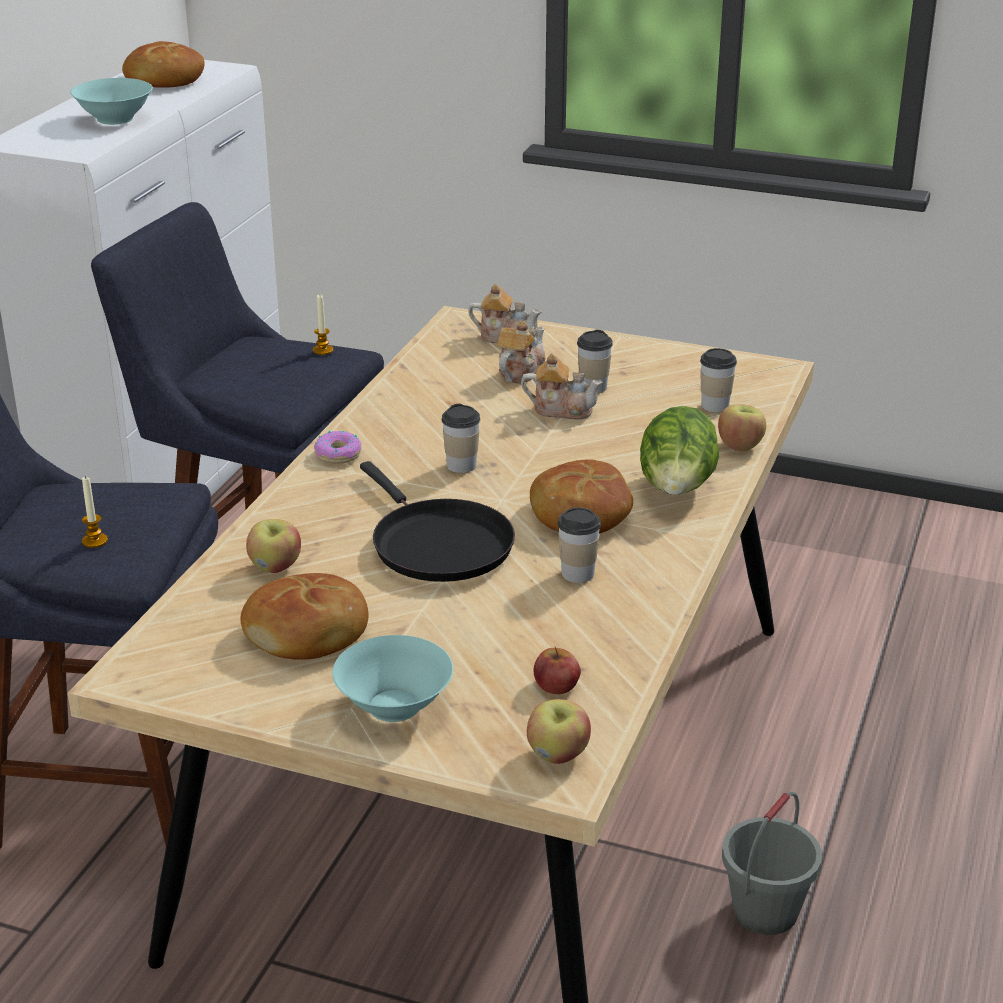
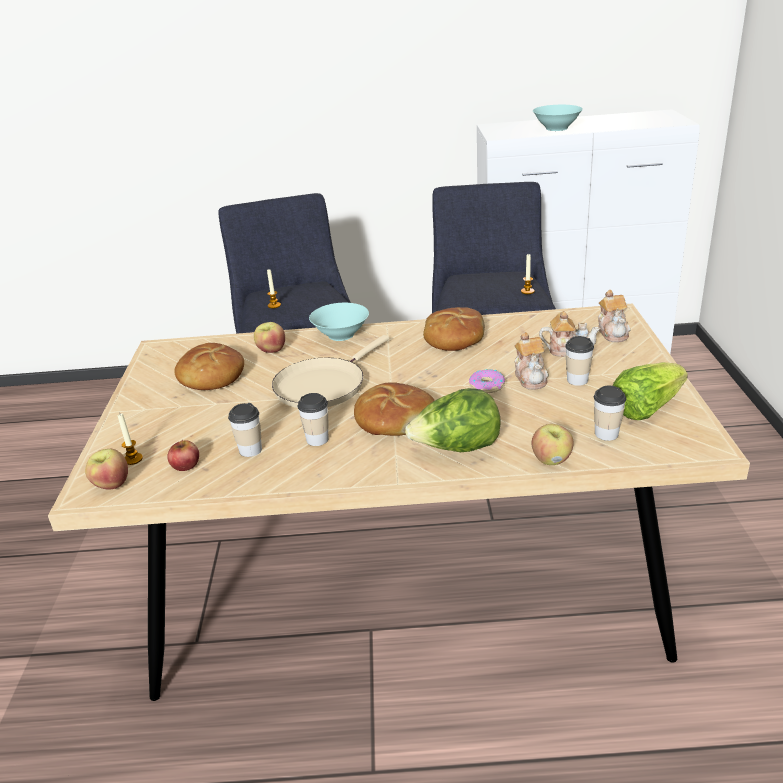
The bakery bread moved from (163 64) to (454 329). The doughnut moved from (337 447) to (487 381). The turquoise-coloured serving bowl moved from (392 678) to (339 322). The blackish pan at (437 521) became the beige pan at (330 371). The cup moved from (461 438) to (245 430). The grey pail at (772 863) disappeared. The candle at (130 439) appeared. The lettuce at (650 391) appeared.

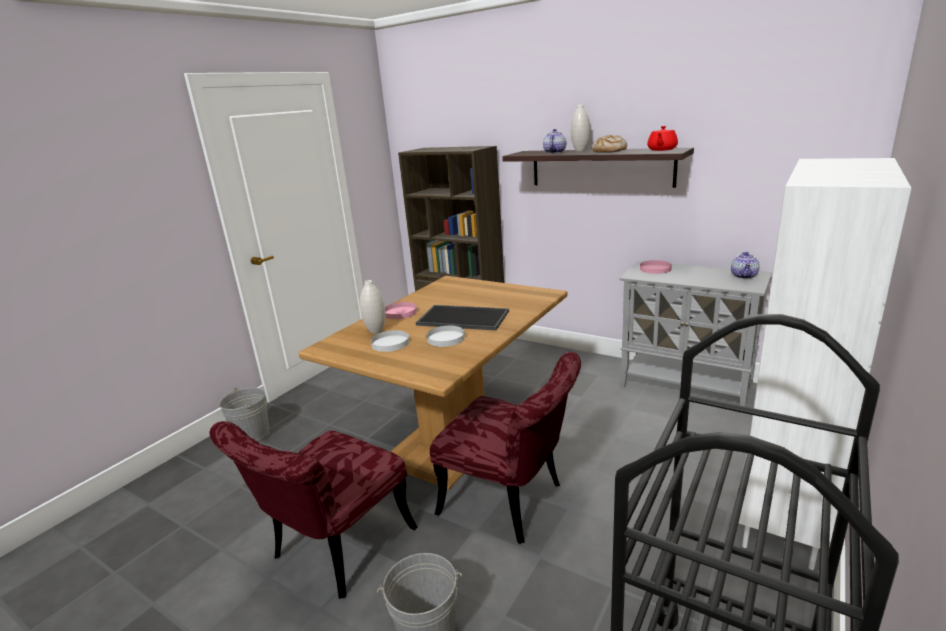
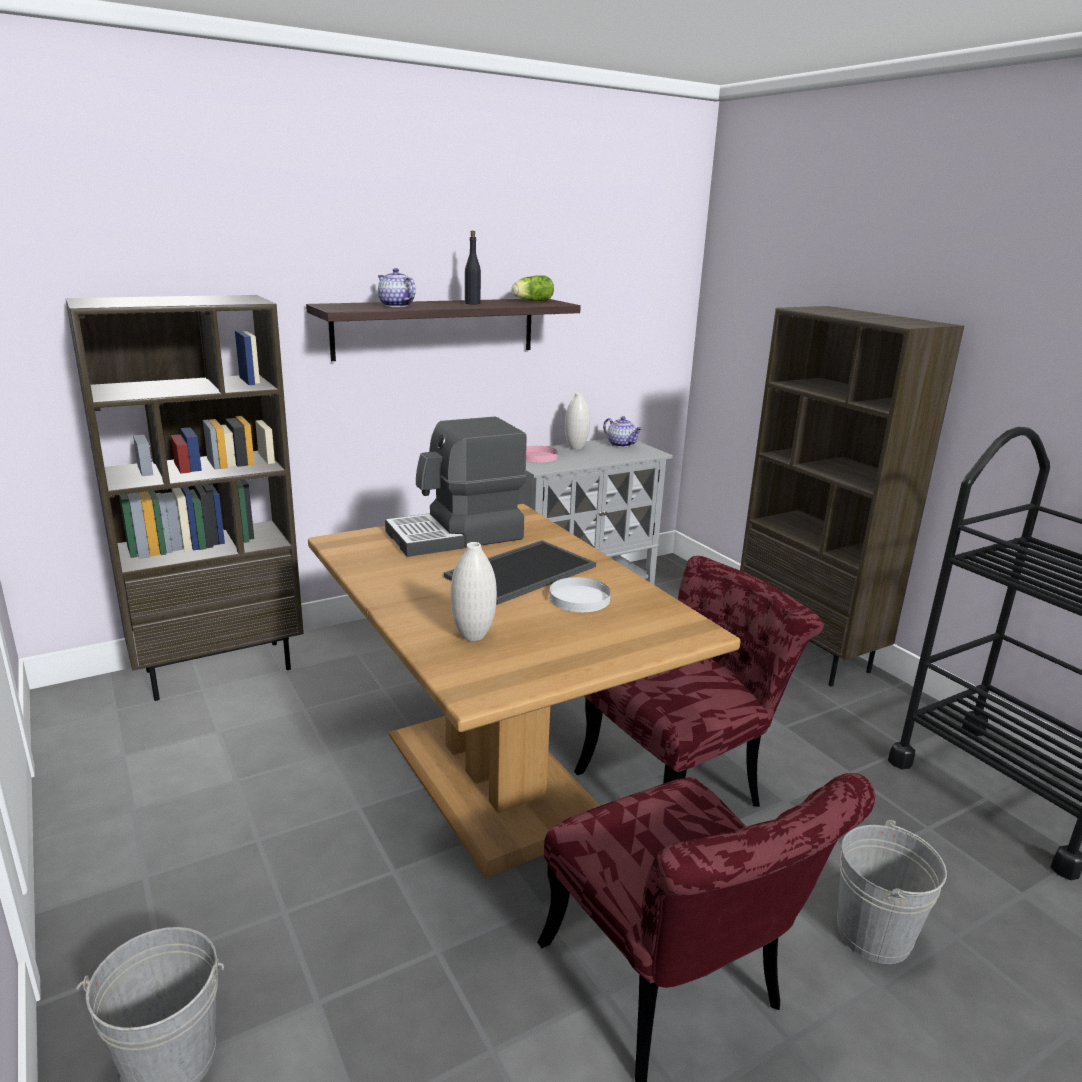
The white-coloured dinner plate at (390 341) disappeared. The pink dinner plate at (401 310) disappeared. The white-coloured flower vase moved from (581 128) to (577 421). The bakery bread at (609 143) was replaced by the blackish drink bottle at (473 267). The reddish pot for tea at (662 138) was replaced by the lettuce at (532 288). The white-coloured shelving unit at (825 364) became the brown shelving unit at (852 496). The coffee machine at (456 487) appeared.

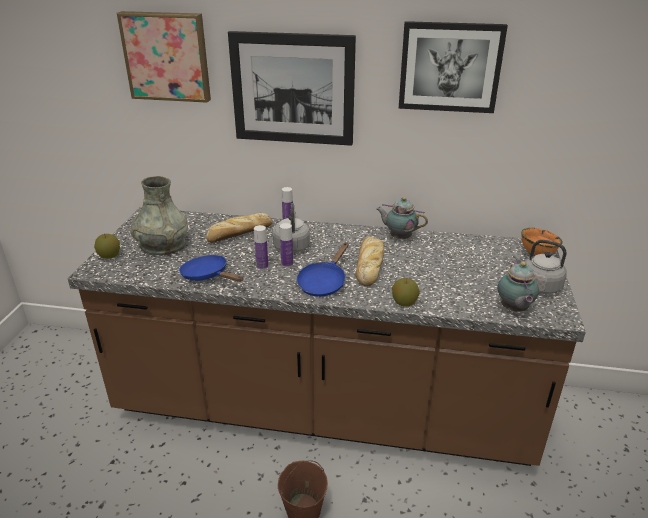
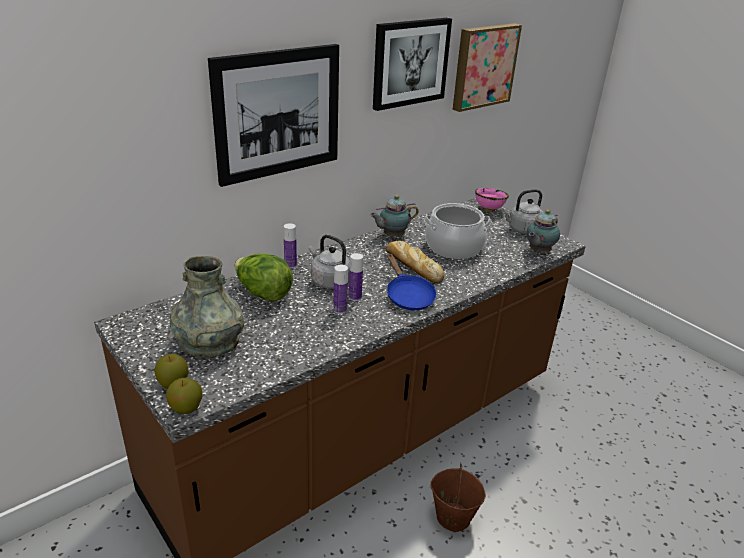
The picture moved from (164 57) to (487 67). The blue pan at (211 268) disappeared. The bakery bread at (239 228) was replaced by the lettuce at (263 277). The apple moved from (406 292) to (184 396). The pot for tea at (518 286) turned 90 degrees clockwise. The orangey serving bowl at (541 242) became the pink serving bowl at (492 200). The saucepot at (458 231) appeared.

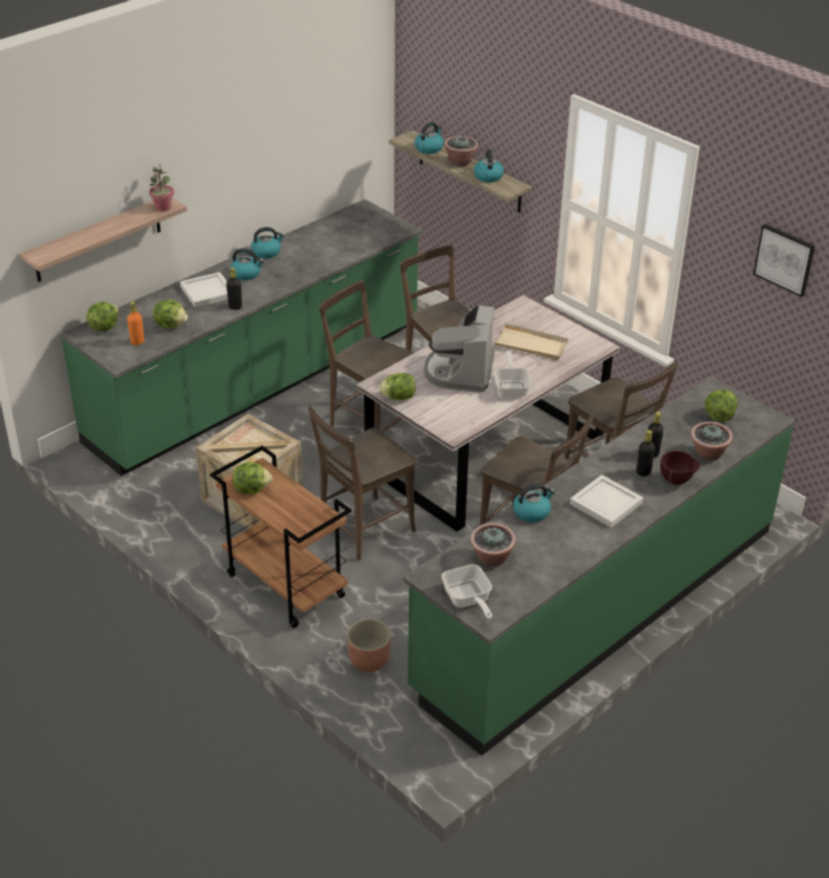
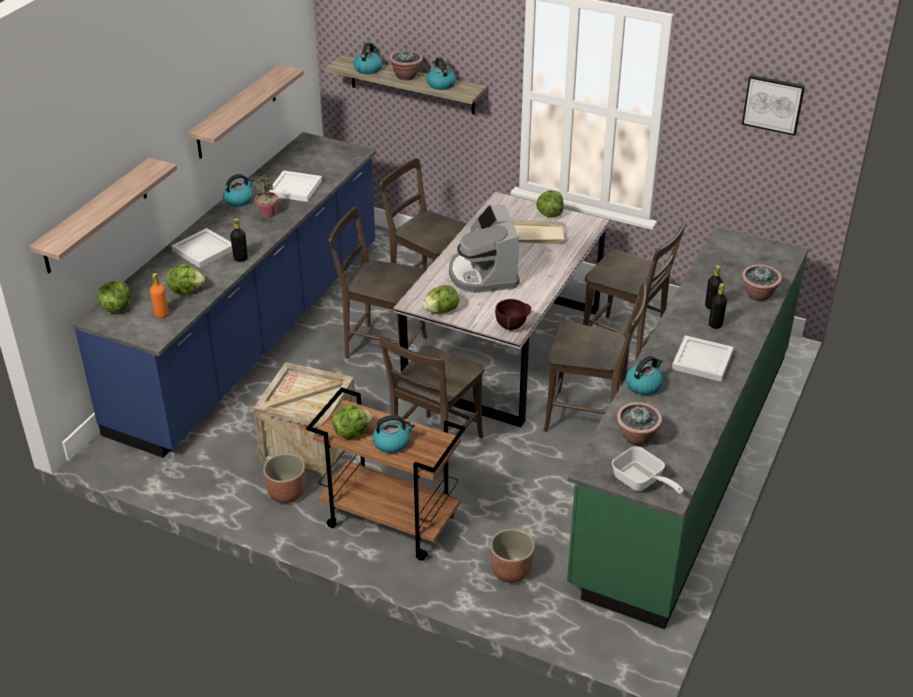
The green-coloured kitchen counter at (241 337) became the blue kitchen counter at (224 295). The potted plant moved from (161 187) to (267 195). The water kettle moved from (247 264) to (393 434). The pan at (512 373) disappeared. The brown serving bowl moved from (680 468) to (513 314). The lettuce moved from (721 406) to (550 204). The shelf at (245 111) appeared. The flower pot at (284 479) appeared. The white-coloured tray at (295 186) appeared.

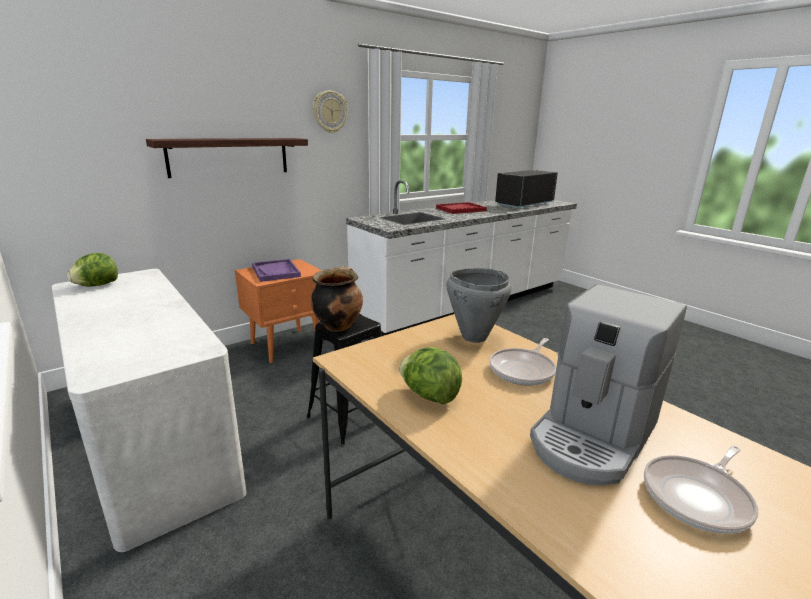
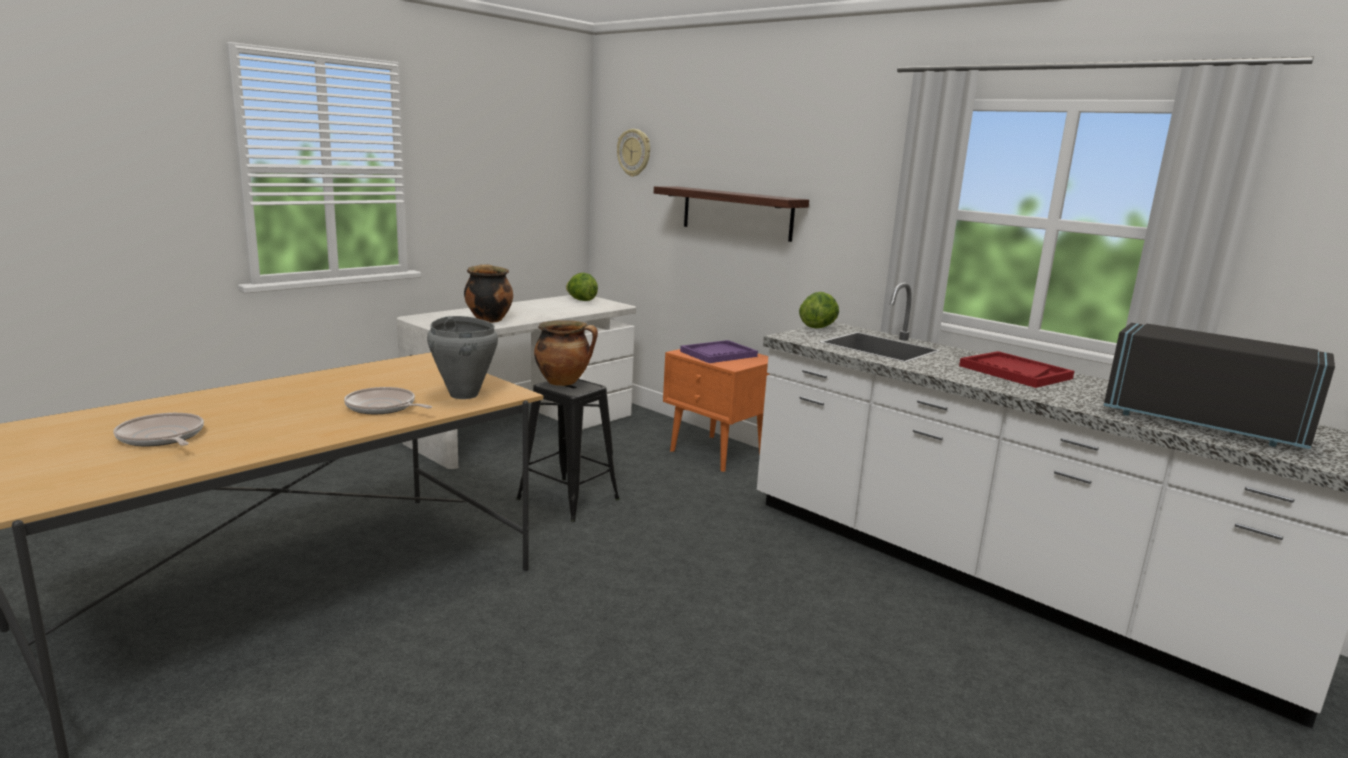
The wall clock moved from (330 112) to (633 153). The lettuce moved from (430 375) to (819 310). The coffee machine at (608 384) disappeared. The saucepot at (488 293) appeared.

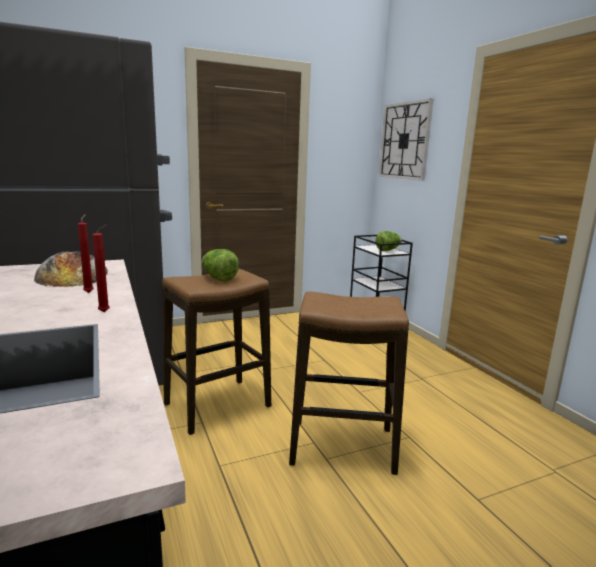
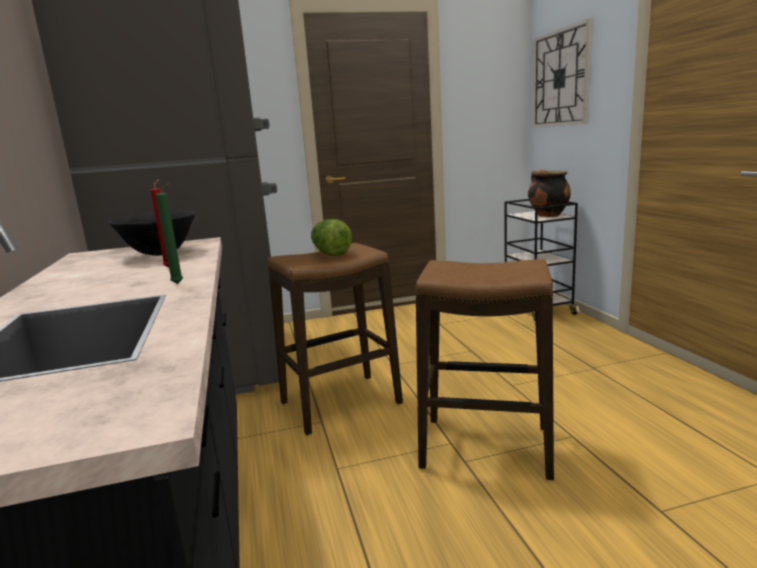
The bakery bread at (71 269) was replaced by the blackish serving bowl at (152 233). The reddish candle at (101 268) became the green-coloured candle at (169 233). The lettuce at (388 241) was replaced by the saucepot at (549 193).

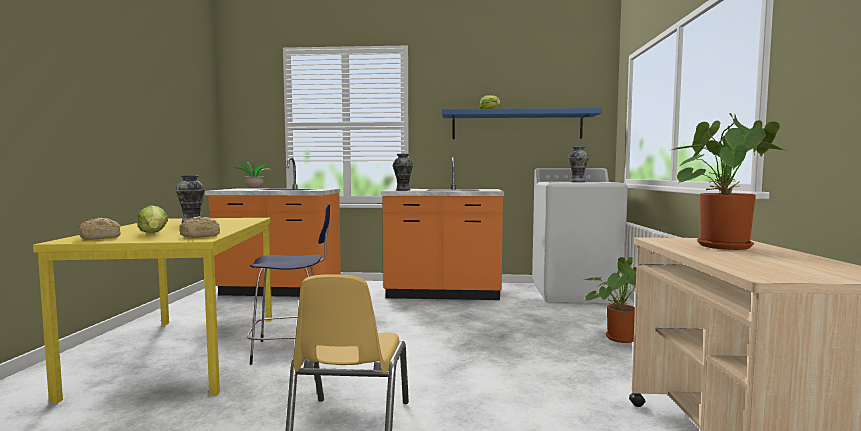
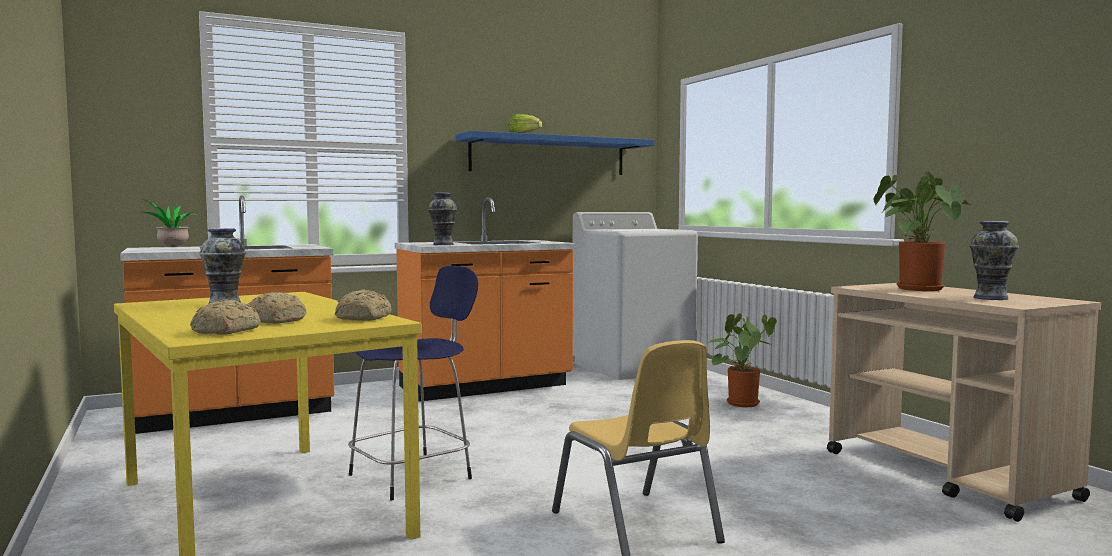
The lettuce at (152 219) was replaced by the bakery bread at (277 308). The flower vase moved from (578 164) to (994 260).

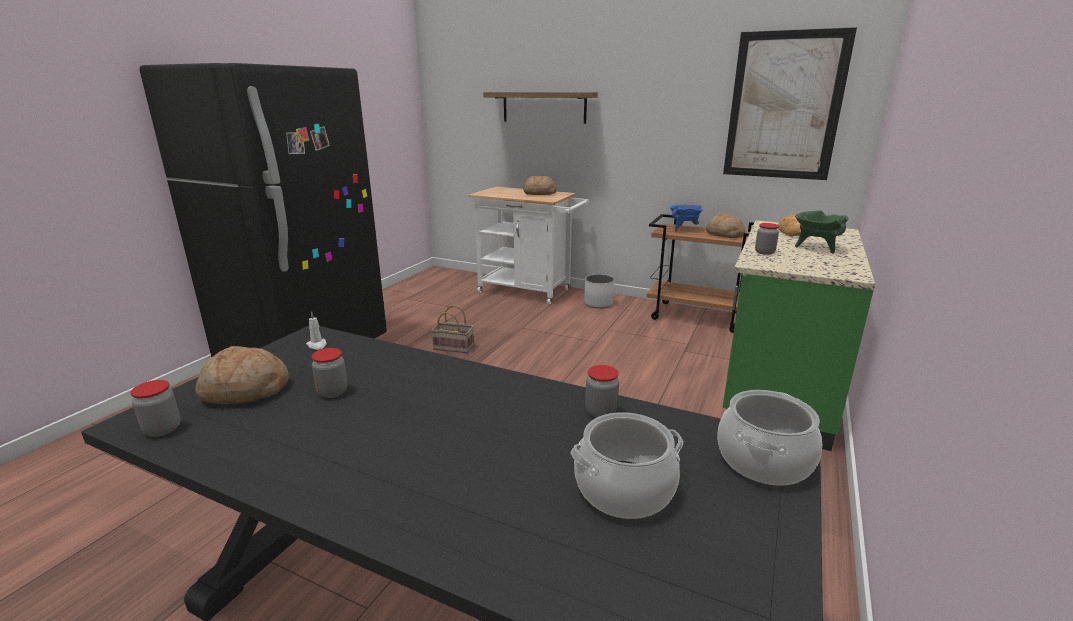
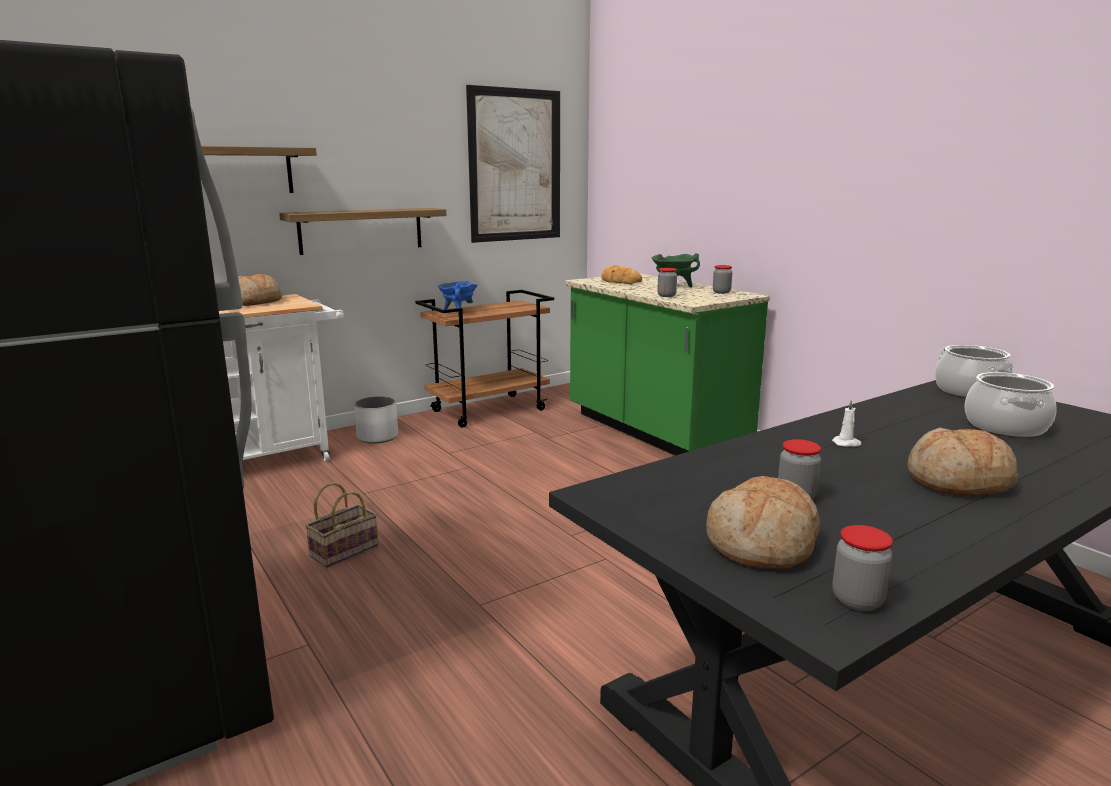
The white-coloured candle moved from (316 330) to (846 423). The preserve jar moved from (602 391) to (722 279). The bakery bread moved from (725 226) to (962 461). The shelf at (362 231) appeared.

